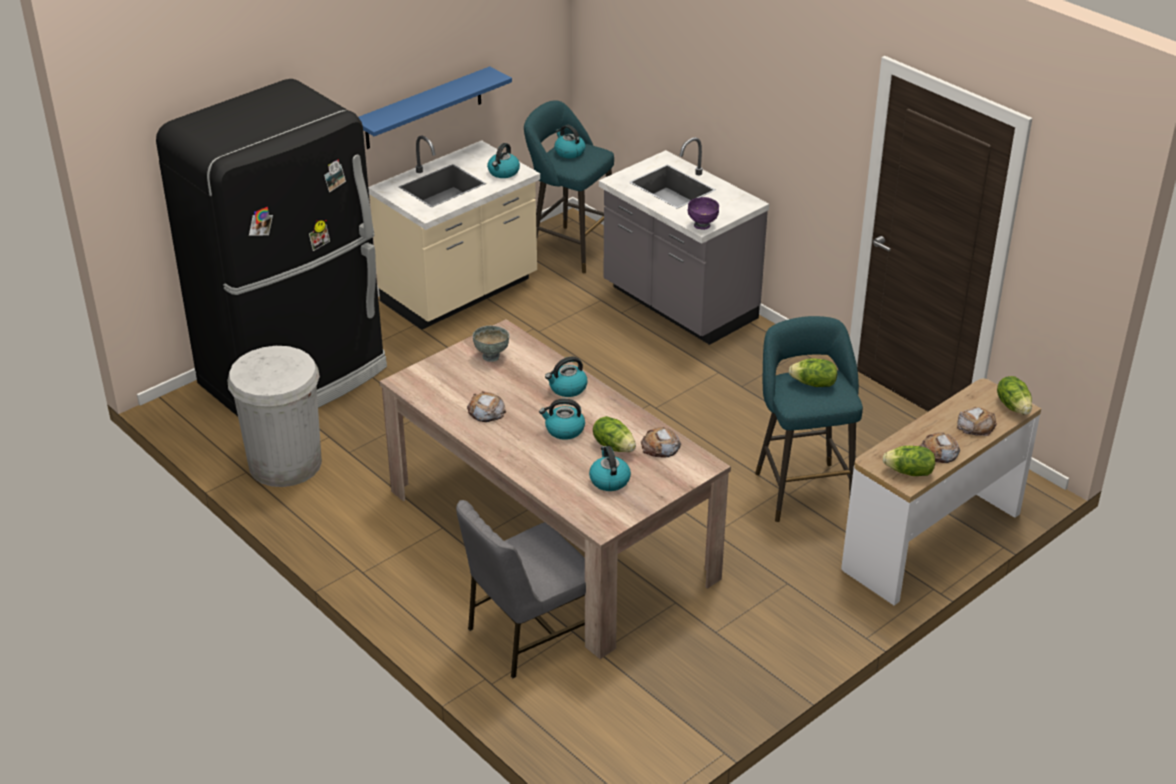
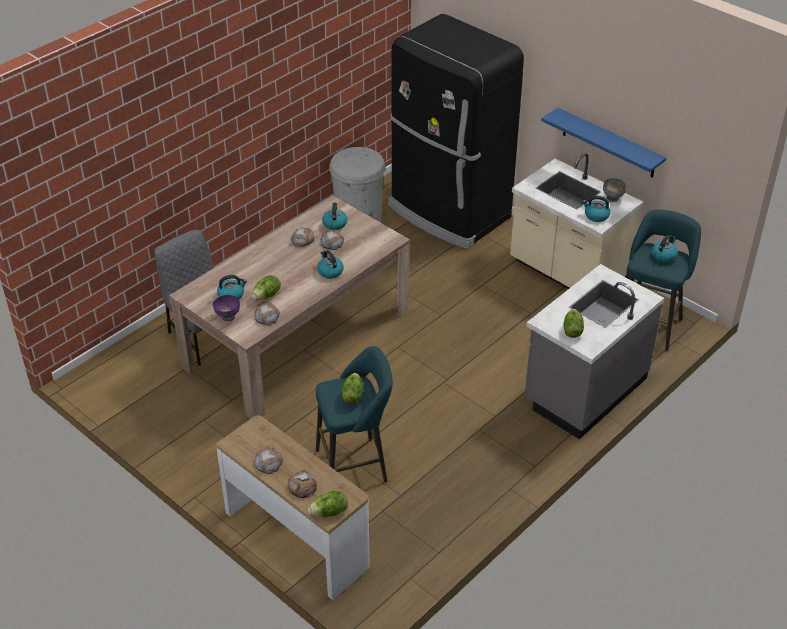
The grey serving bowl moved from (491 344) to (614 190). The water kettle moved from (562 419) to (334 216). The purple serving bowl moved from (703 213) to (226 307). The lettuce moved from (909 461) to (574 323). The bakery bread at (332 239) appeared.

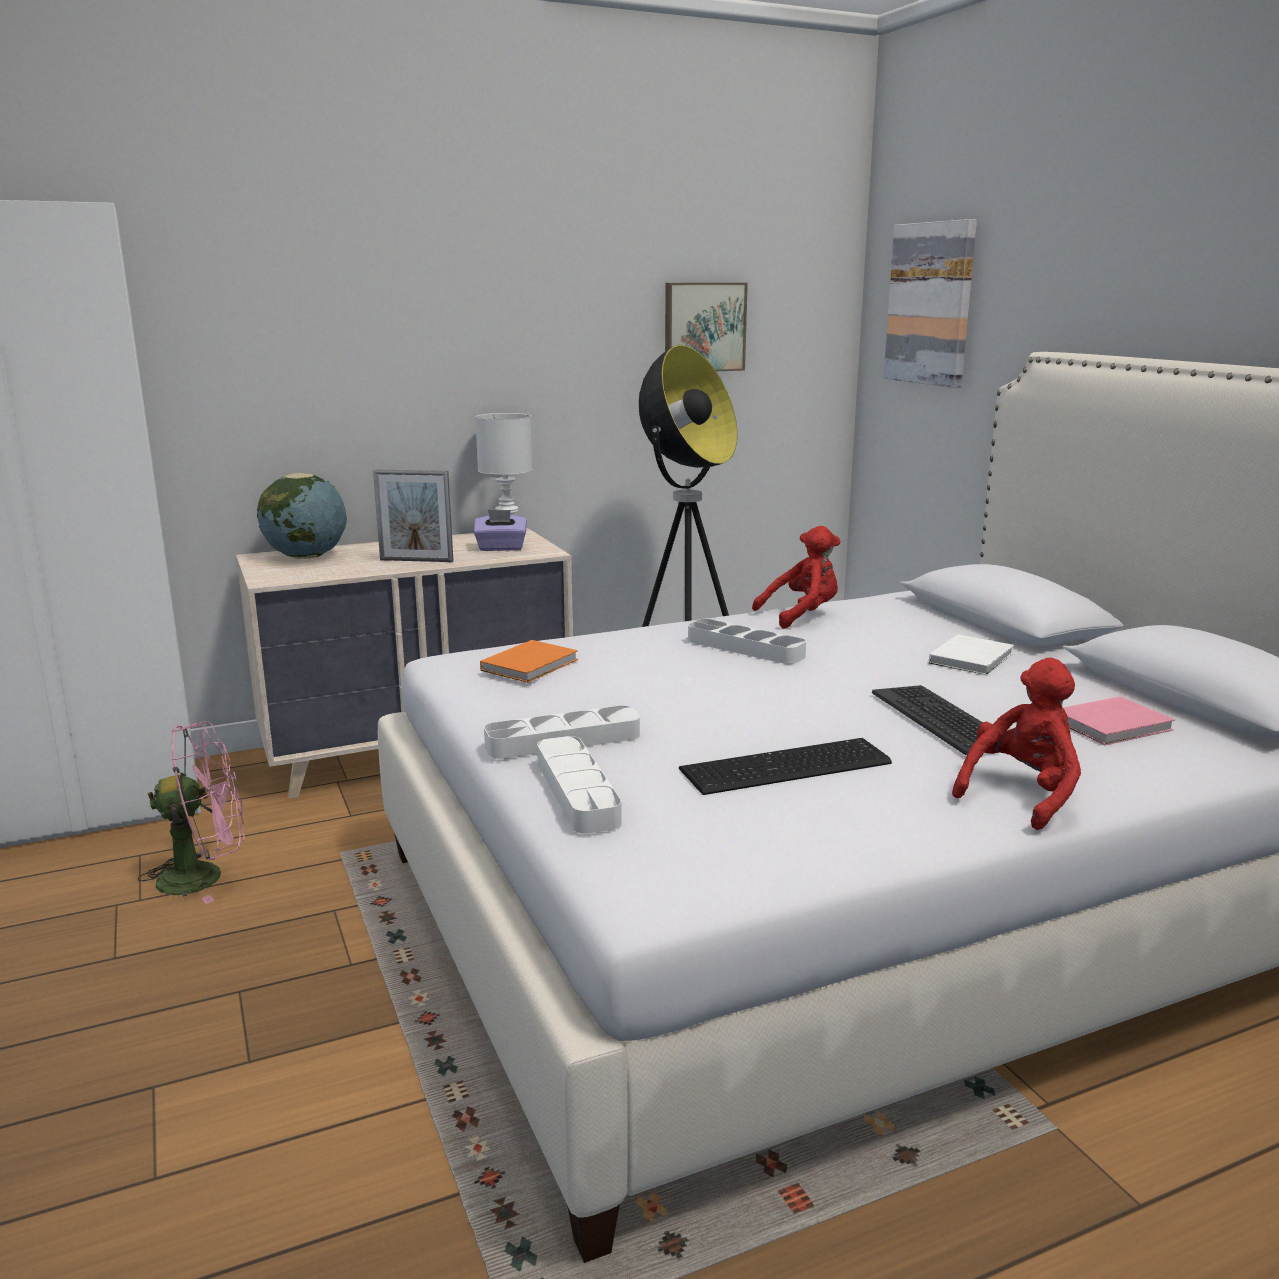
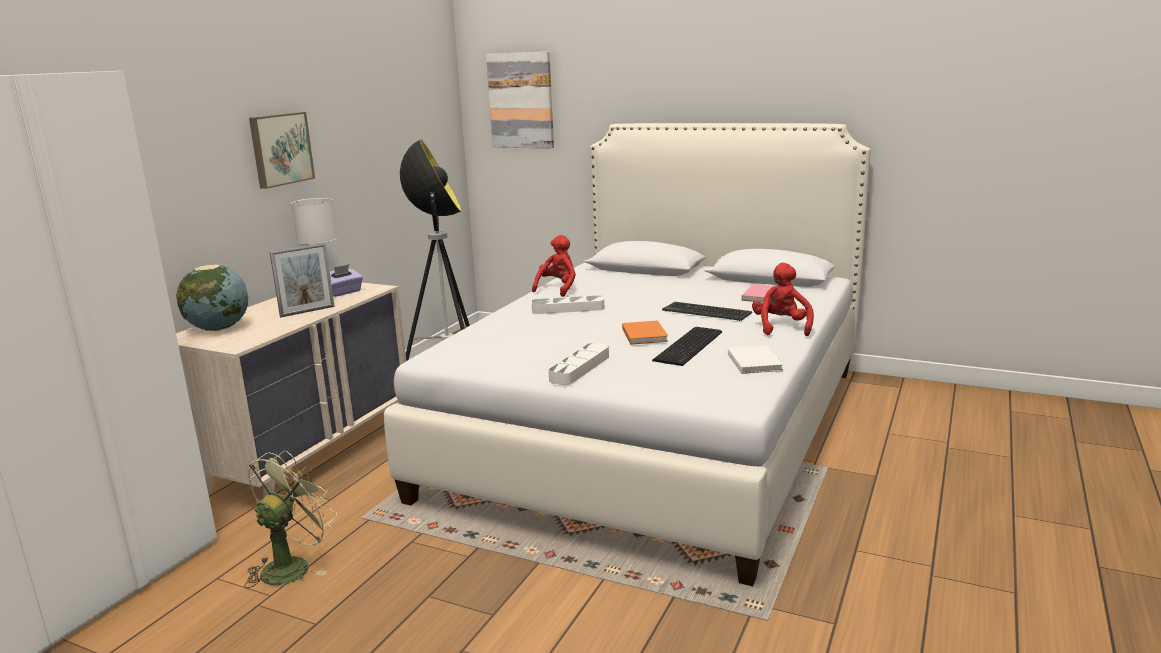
The pink cooling fan at (191 812) became the green-coloured cooling fan at (290 519). The orangey volume moved from (529 661) to (645 332). The white-coloured tray at (579 784) disappeared. The picture moved from (706 327) to (282 150). The white-coloured volume moved from (971 655) to (755 360).

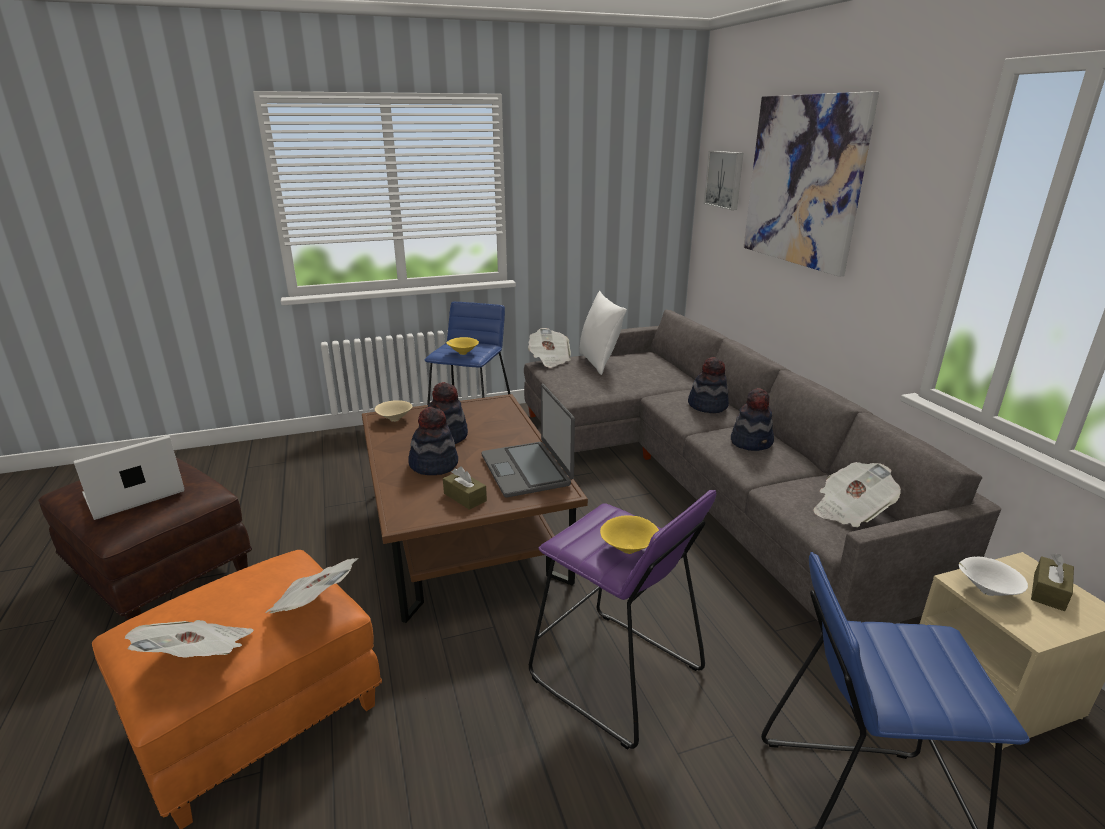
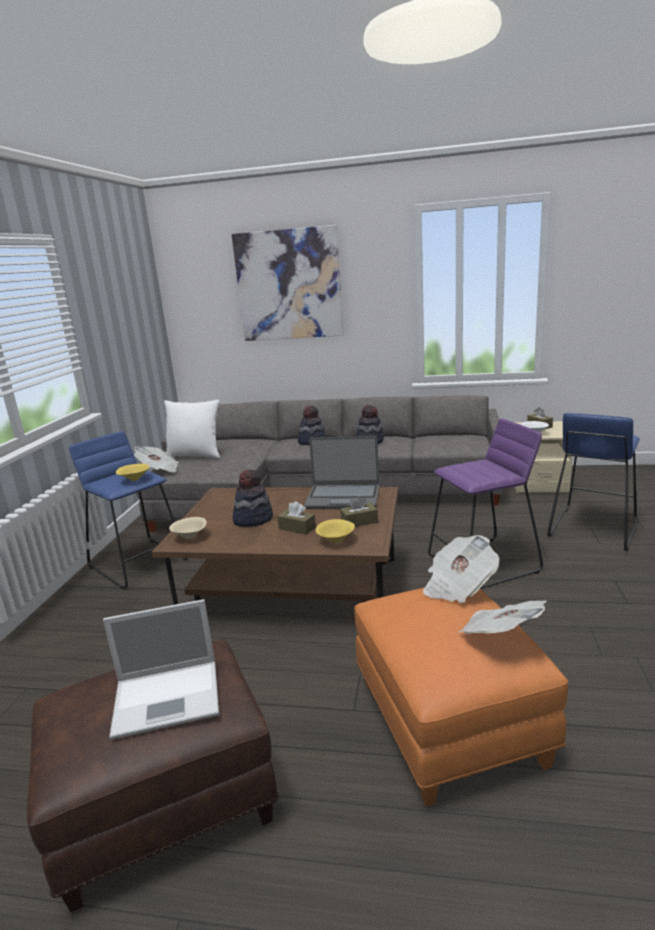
The portable computer at (128 477) turned 90 degrees counterclockwise. The hat at (433 441) was replaced by the brown tissue box at (296 518). The yellow serving bowl moved from (629 534) to (335 531). The picture at (724 180) disappeared. The printed paper at (857 494) disappeared.

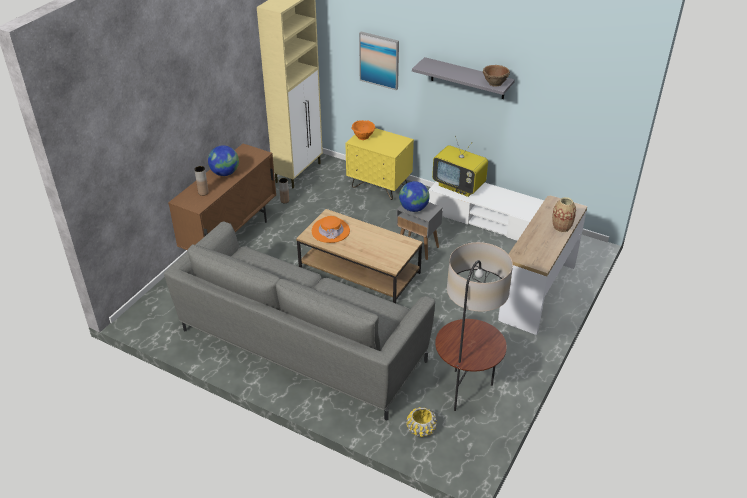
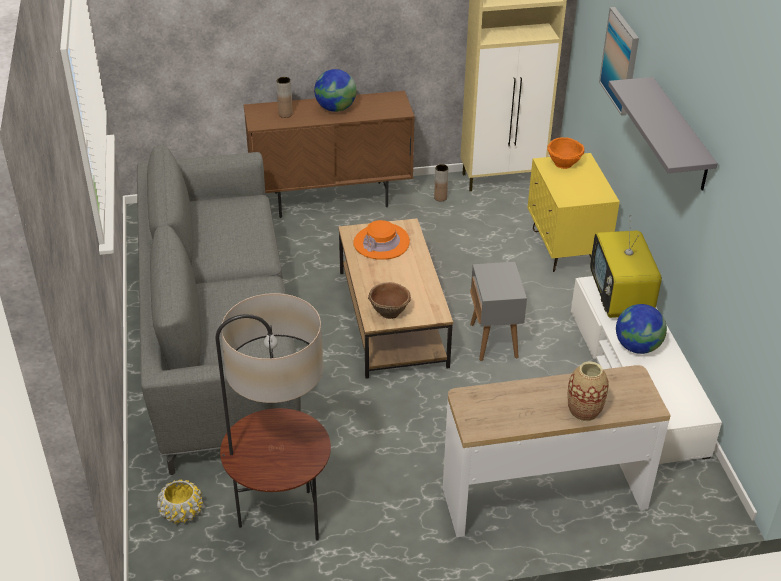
The desk globe moved from (414 196) to (641 329). The brown serving bowl moved from (496 76) to (389 300).

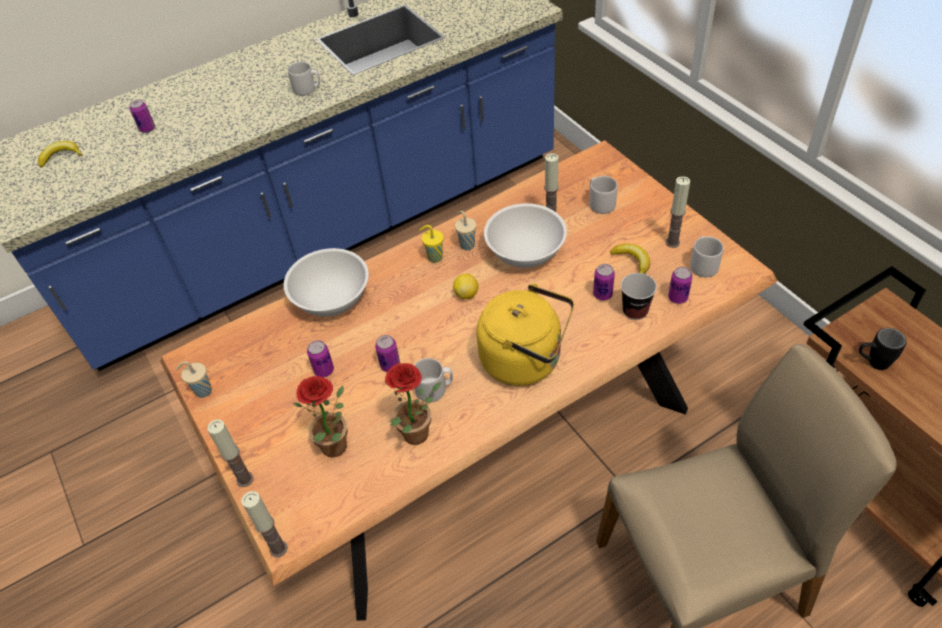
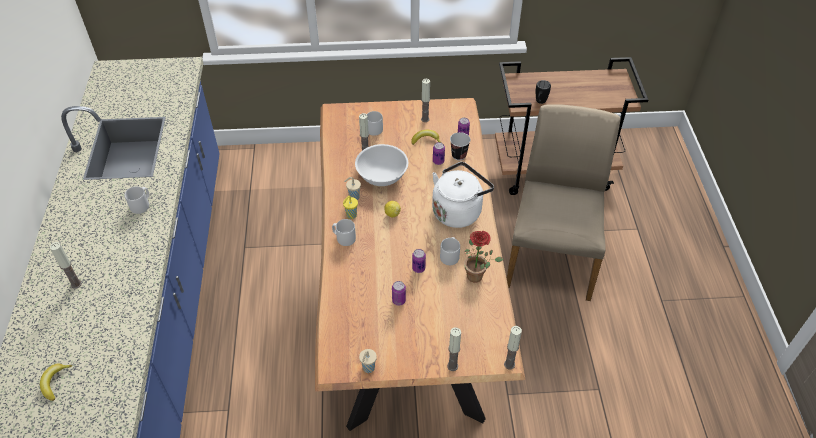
The sealed can at (142 116) disappeared. The white-coloured serving bowl at (326 282) disappeared. The potted plant at (320 416) disappeared. The yellow water kettle at (525 335) became the white-coloured water kettle at (463 195). The grey tea mug moved from (707 256) to (344 232). The candle at (66 265) appeared.

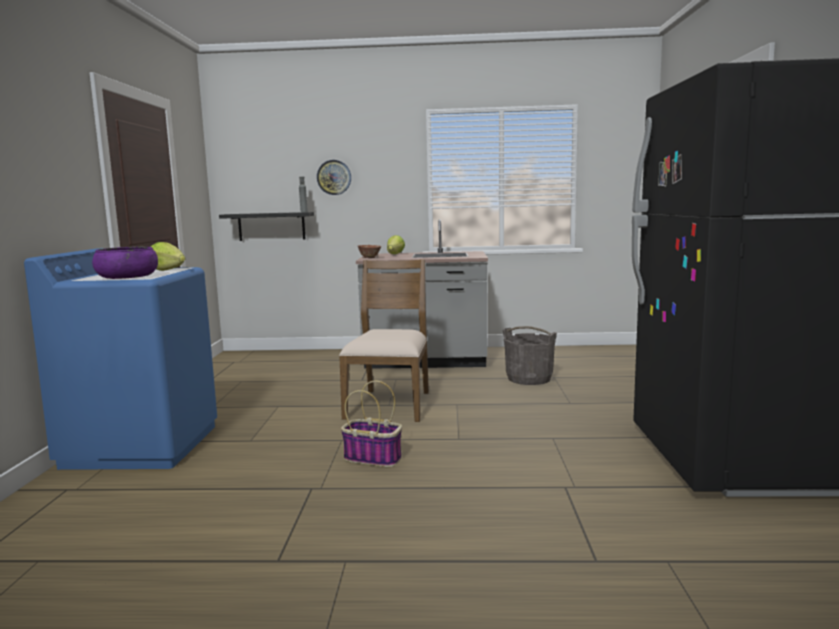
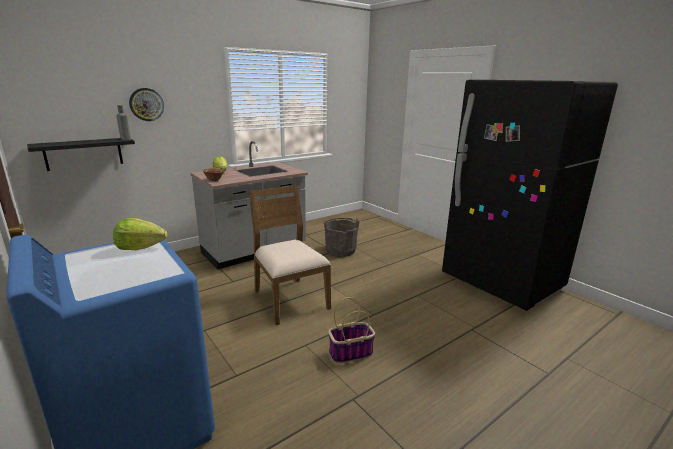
The purple serving bowl at (125 263) disappeared.

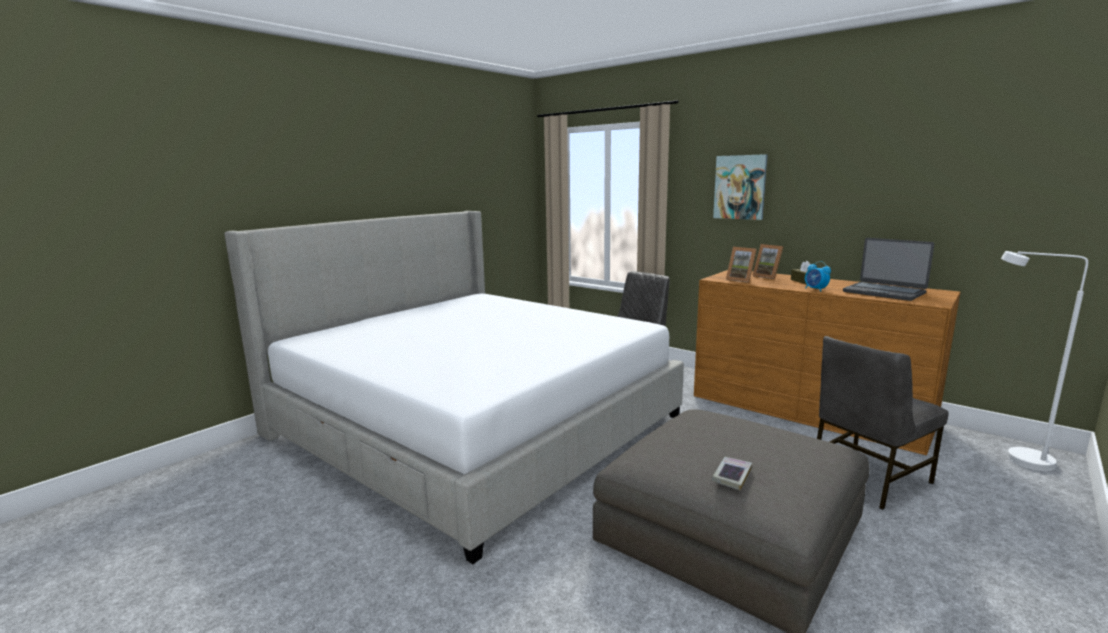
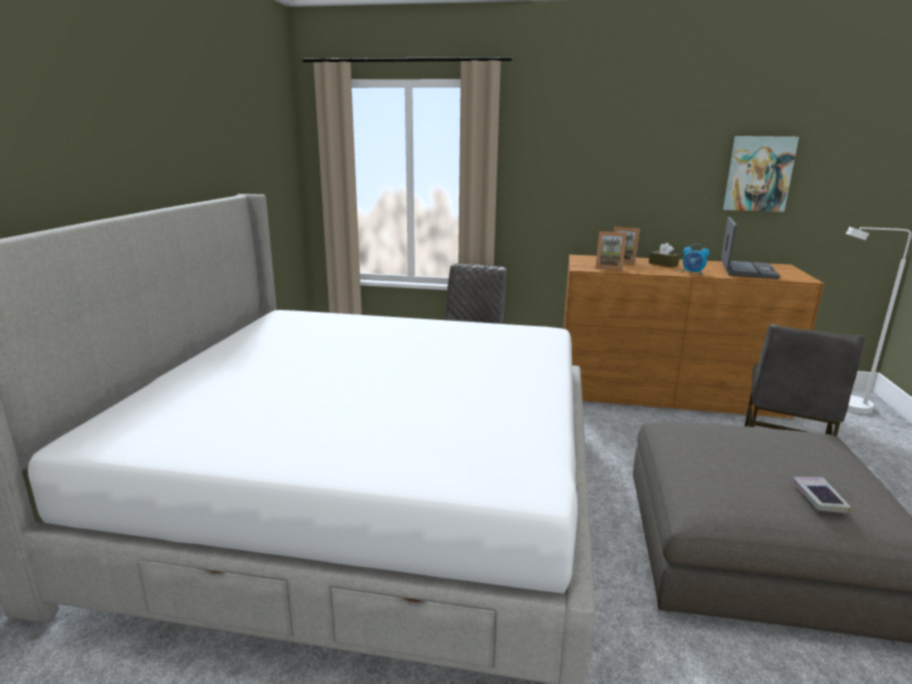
The picture moved from (740 187) to (761 174). The portable computer at (888 269) turned 90 degrees counterclockwise.

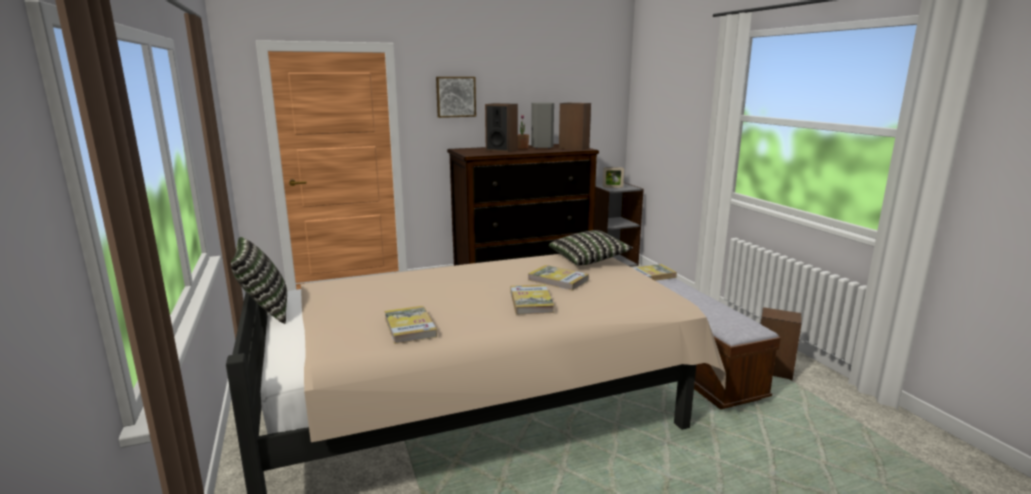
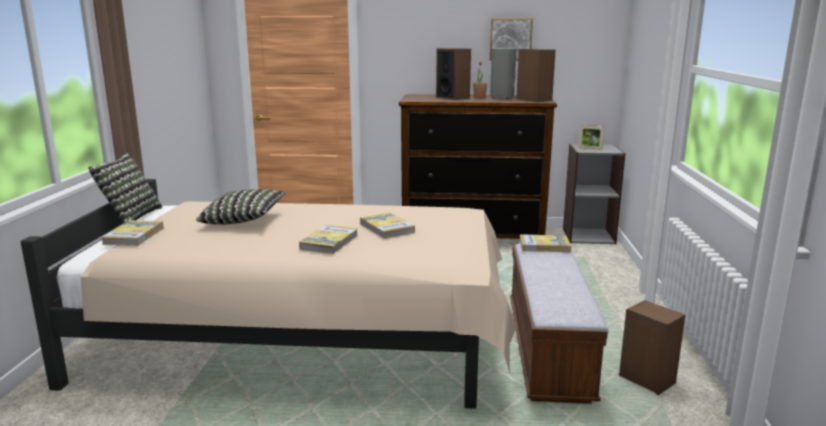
The volume moved from (410 325) to (132 233). The picture moved from (456 97) to (511 39). The cushion moved from (591 247) to (241 207).

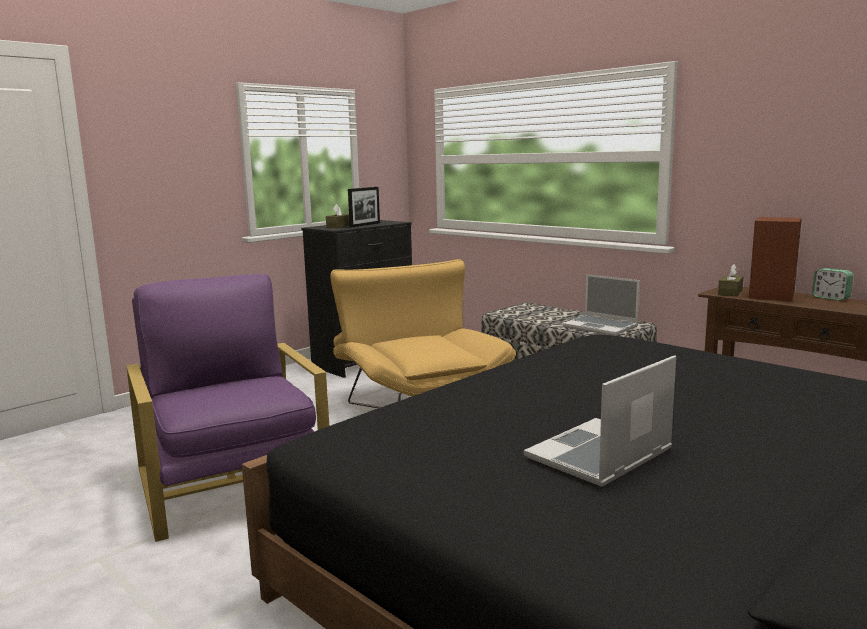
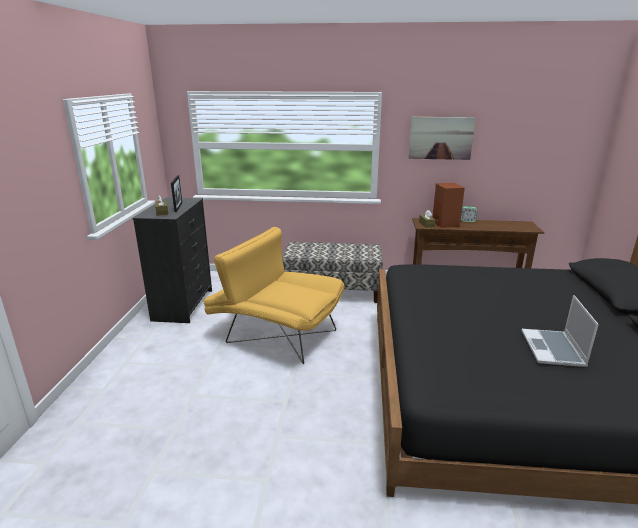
The purple lounge chair at (227 408) disappeared. The portable computer at (601 305) disappeared. The picture at (442 138) appeared.

